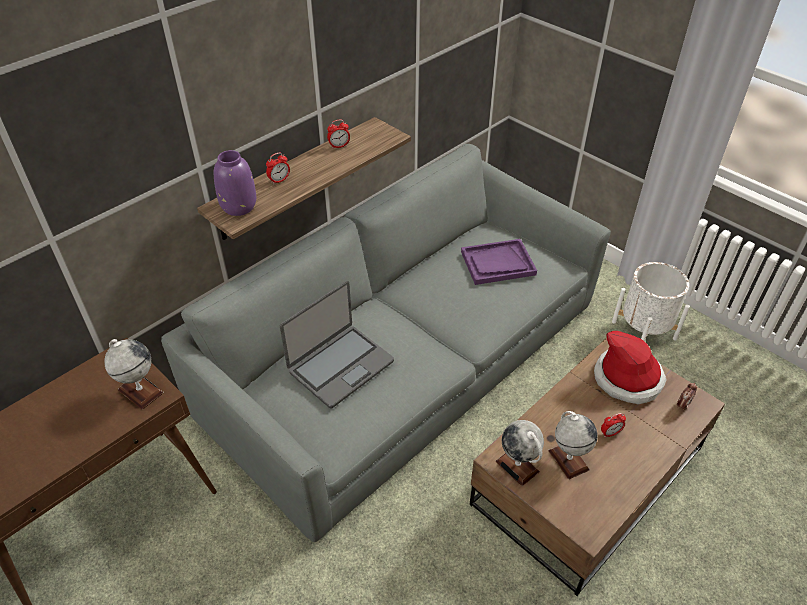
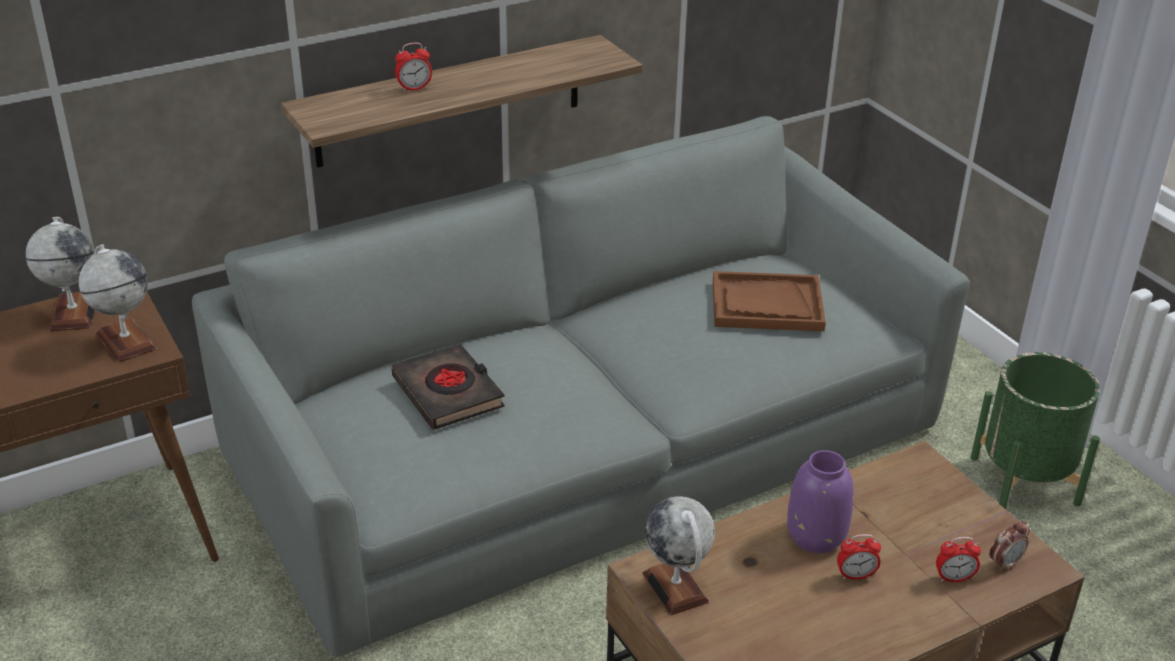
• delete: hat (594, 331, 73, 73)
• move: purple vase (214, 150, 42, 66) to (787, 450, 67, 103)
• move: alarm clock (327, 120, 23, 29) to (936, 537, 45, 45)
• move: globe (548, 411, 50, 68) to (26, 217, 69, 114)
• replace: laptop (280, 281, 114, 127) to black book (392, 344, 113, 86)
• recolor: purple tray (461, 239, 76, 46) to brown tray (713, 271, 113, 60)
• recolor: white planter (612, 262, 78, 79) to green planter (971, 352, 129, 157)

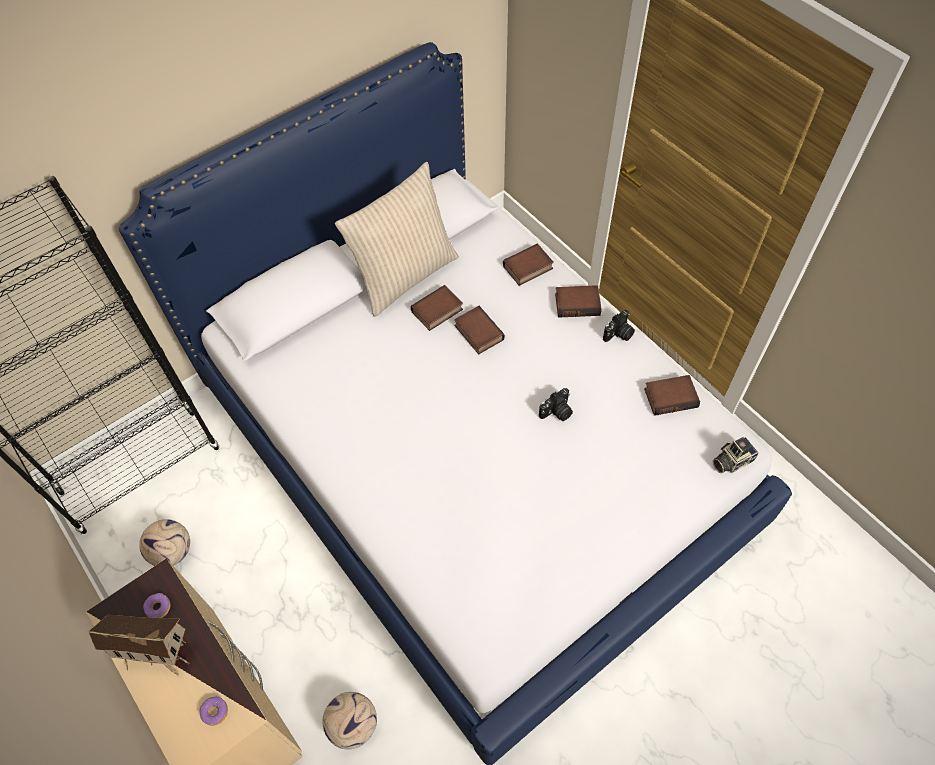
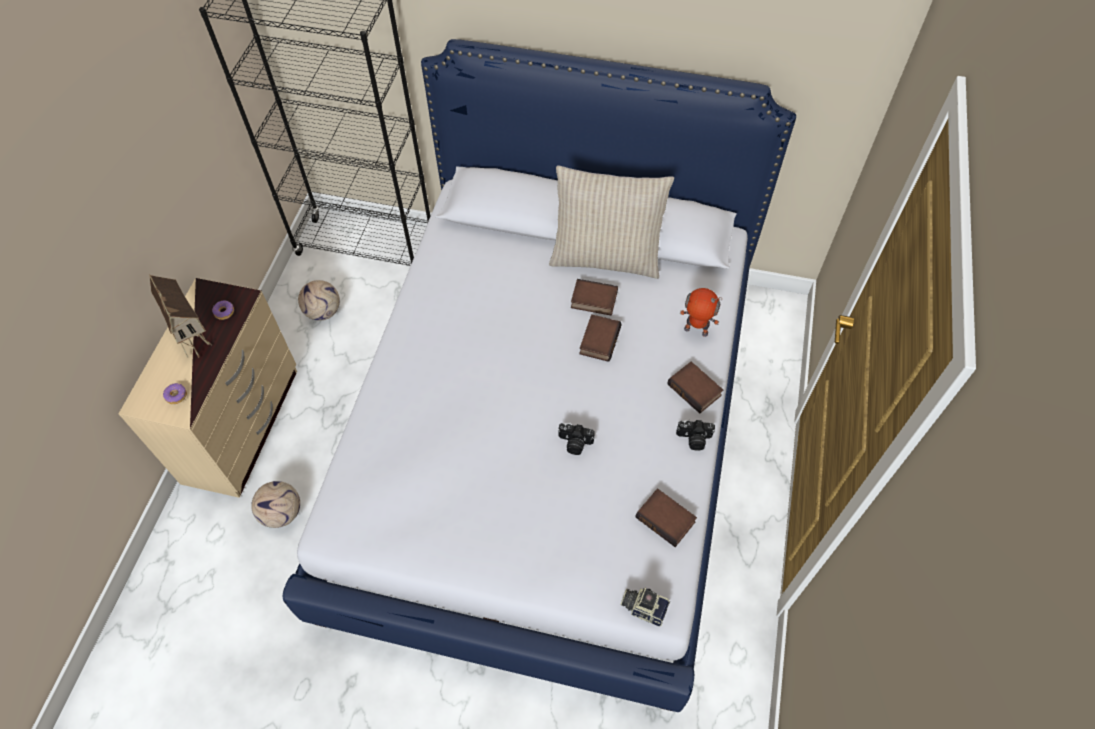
• replace: book (503, 244, 51, 42) to toy robot (680, 288, 42, 49)

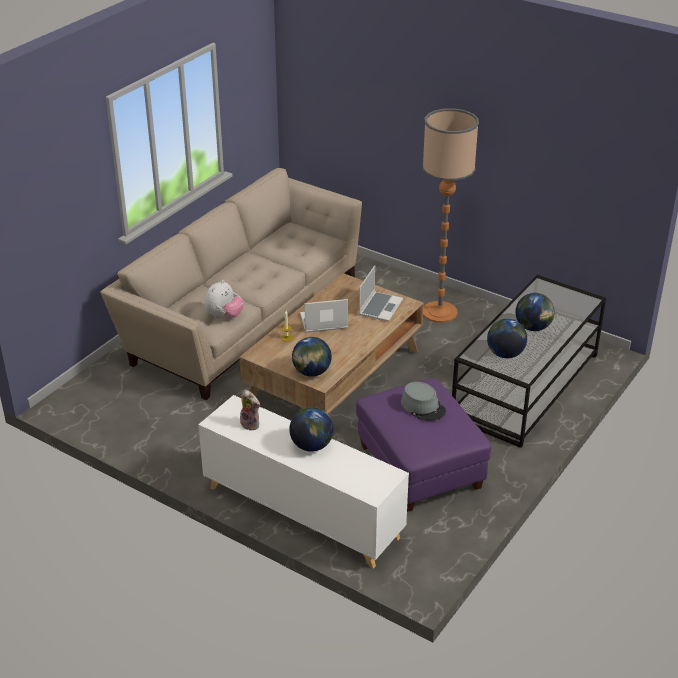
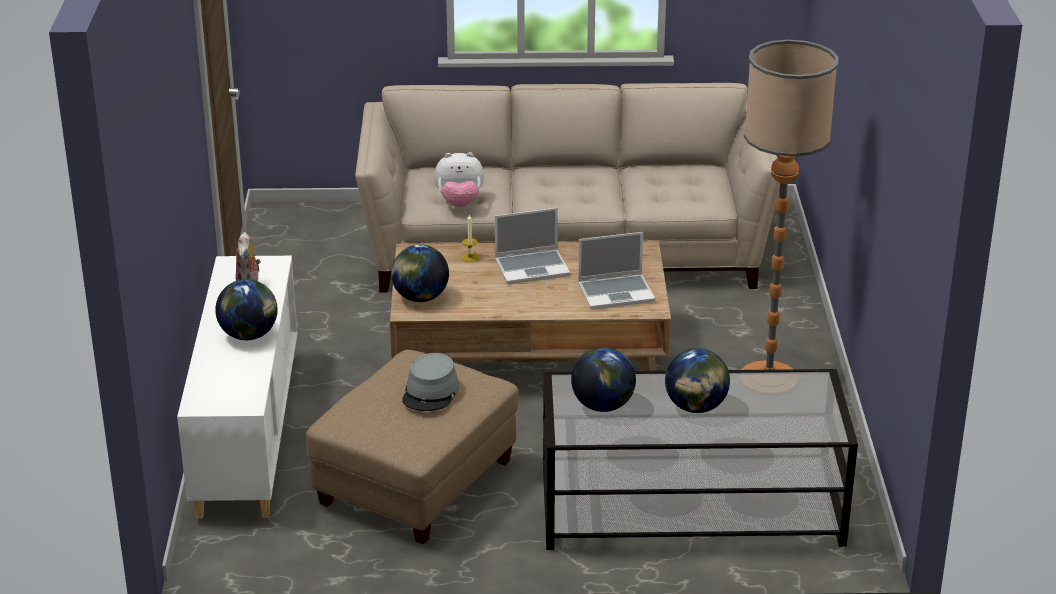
• recolor: purple ottoman (356, 378, 136, 134) to beige ottoman (306, 349, 213, 196)
• rotate: laptop (300, 299, 48, 33) = (495, 208, 75, 76) 120 degrees clockwise

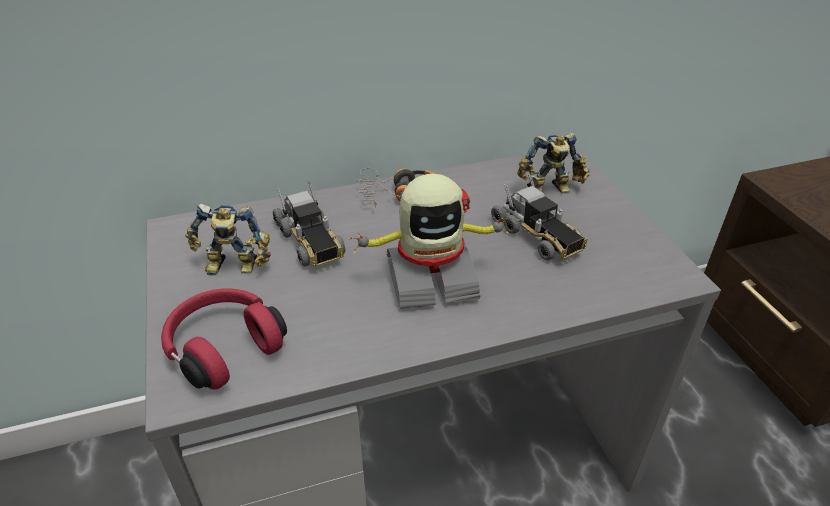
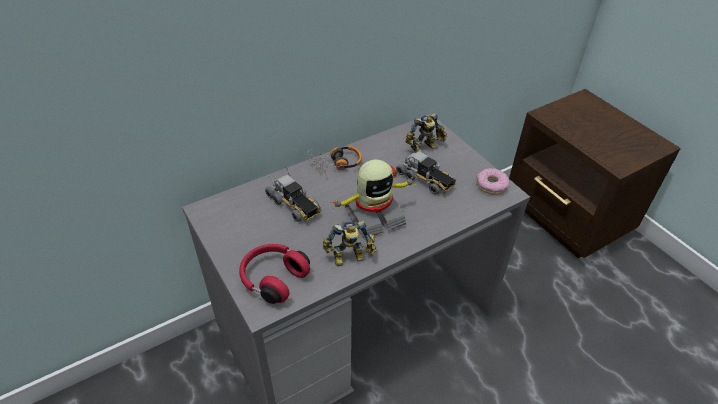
• insert: donut (476, 168, 33, 27)
• move: toy robot (185, 203, 86, 73) to (323, 220, 53, 47)

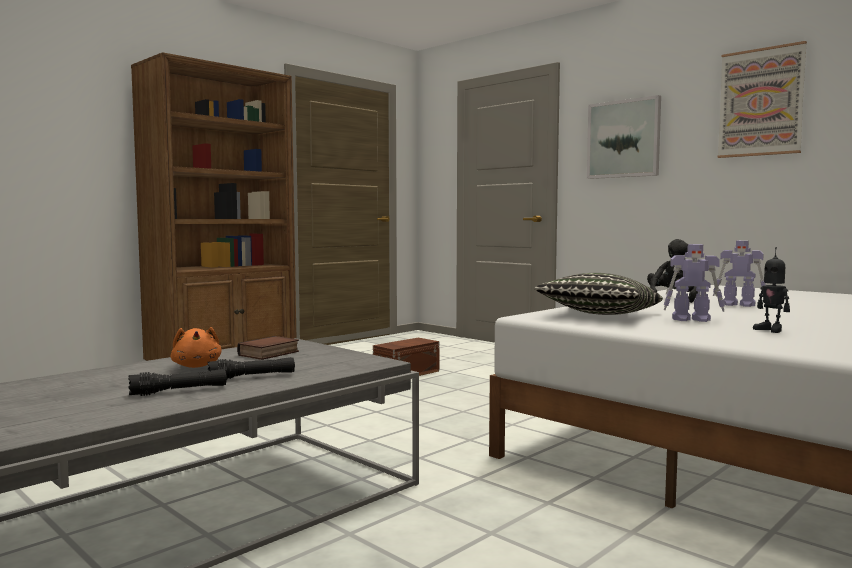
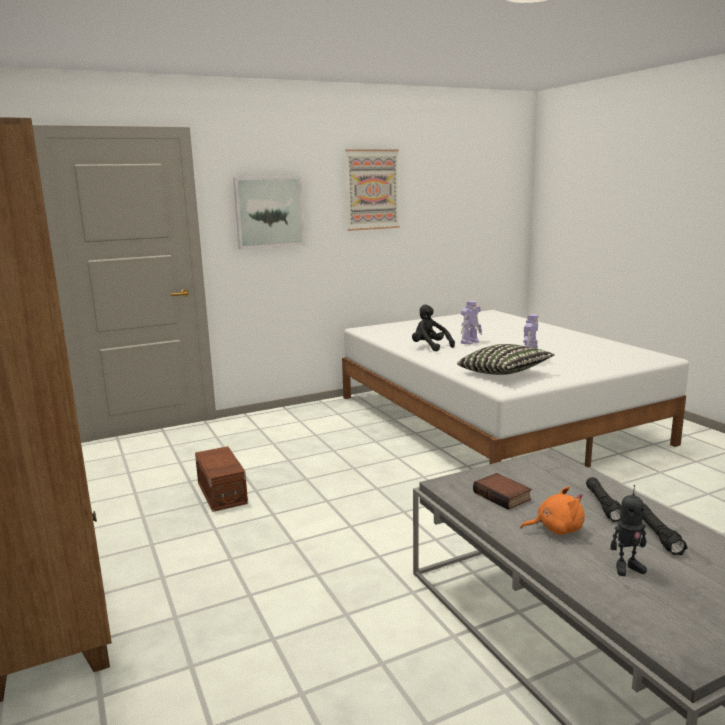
• move: toy robot (753, 247, 37, 86) to (610, 485, 37, 91)

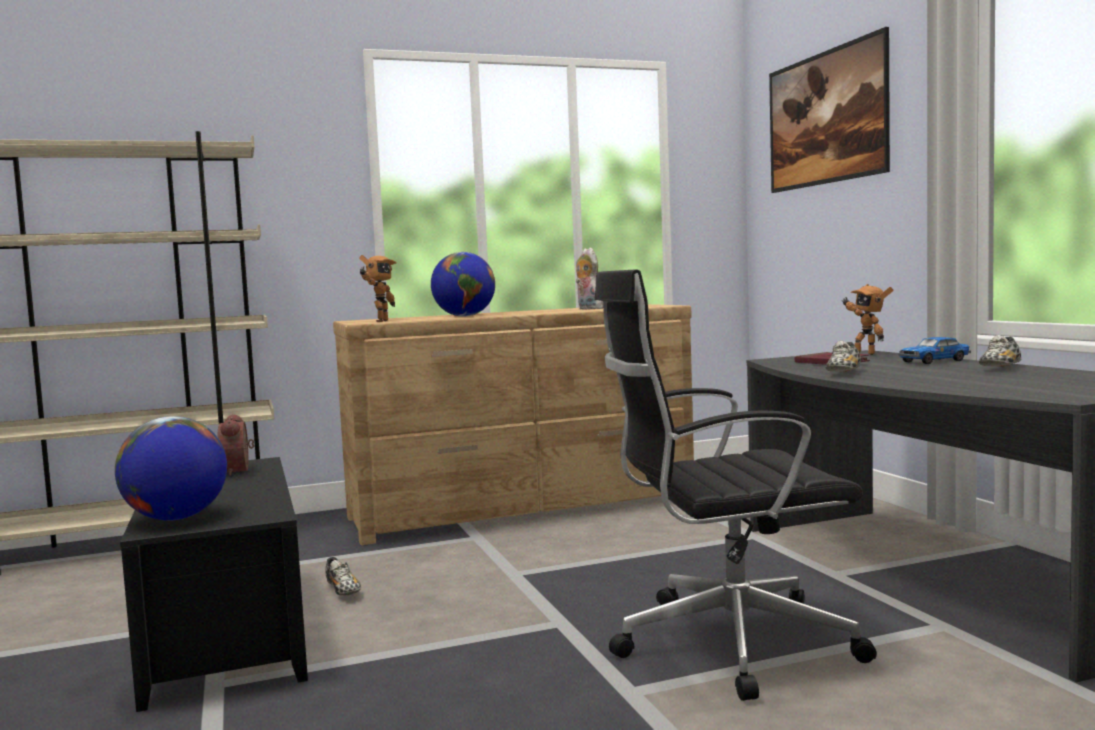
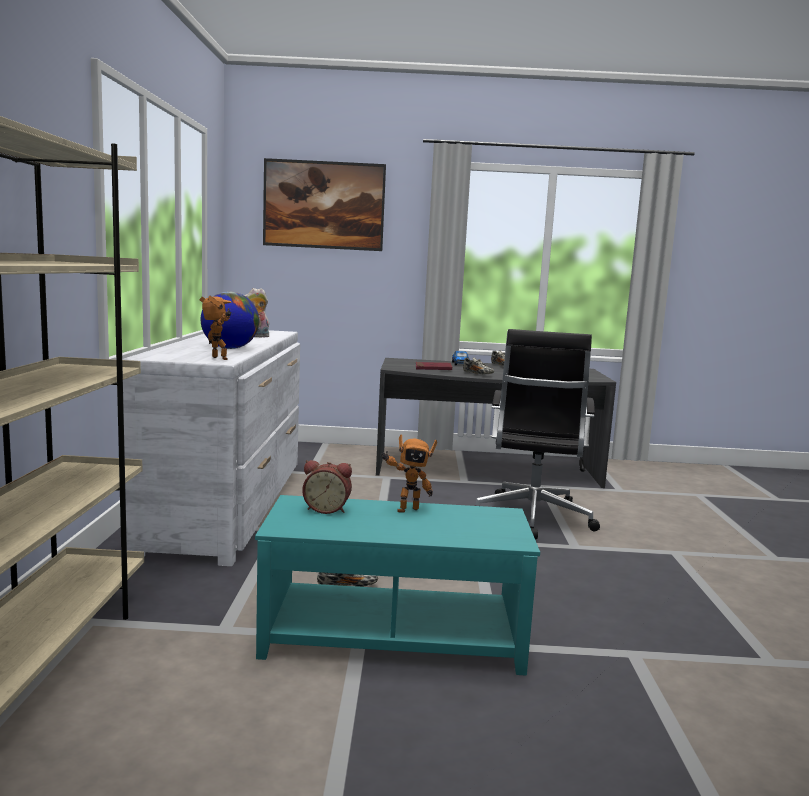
• delete: globe (115, 416, 112, 105)
• move: toy robot (842, 284, 51, 71) to (381, 435, 56, 77)
• recolor: black coffee table (120, 457, 188, 255) to turquoise coffee table (255, 495, 285, 181)
• recolor: brown dresser (333, 304, 361, 241) to white dresser (122, 330, 178, 236)

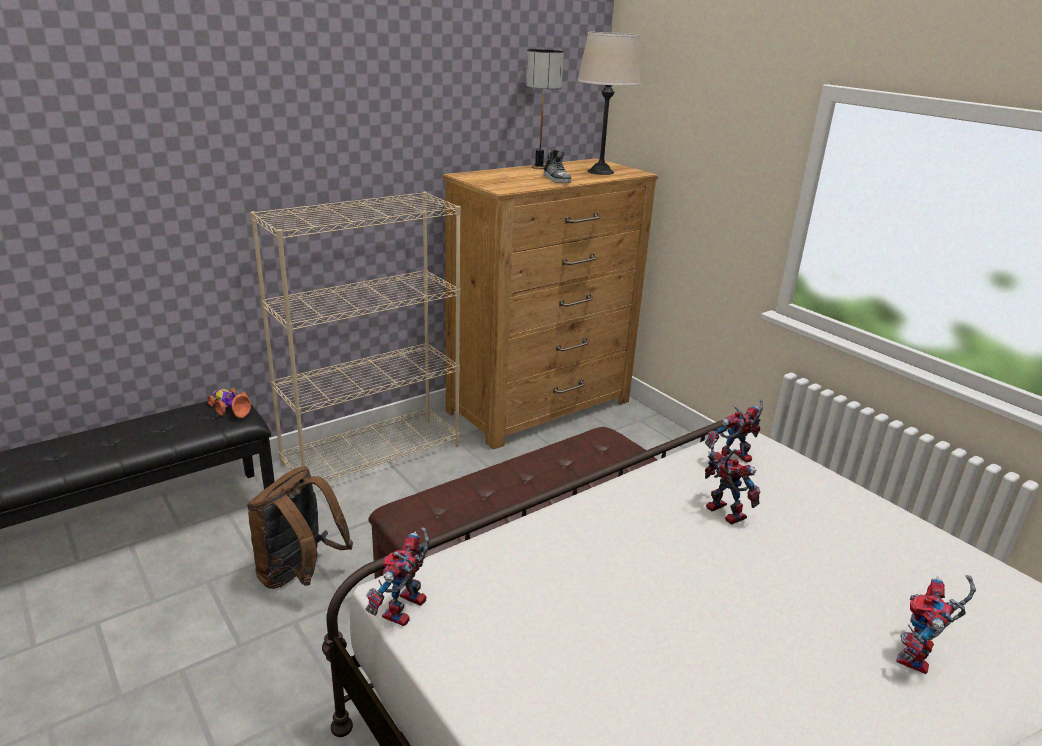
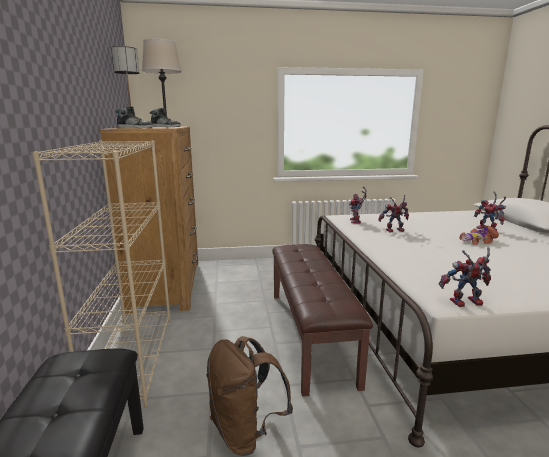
• insert: shoe (115, 106, 39, 22)
• move: toy car (207, 388, 44, 30) to (459, 226, 40, 19)
• rotate: toy robot (366, 527, 64, 99) = (439, 247, 52, 60) 120 degrees clockwise

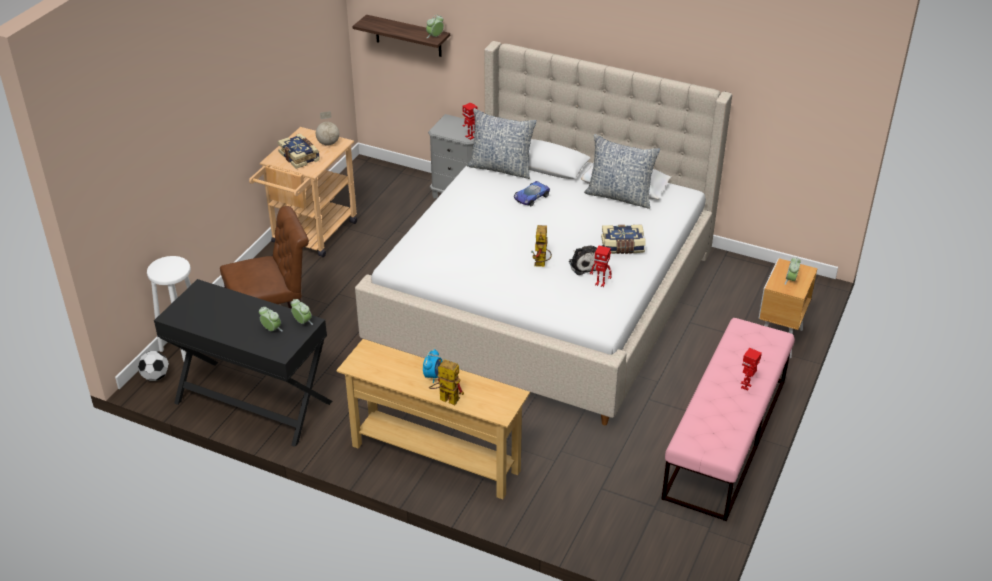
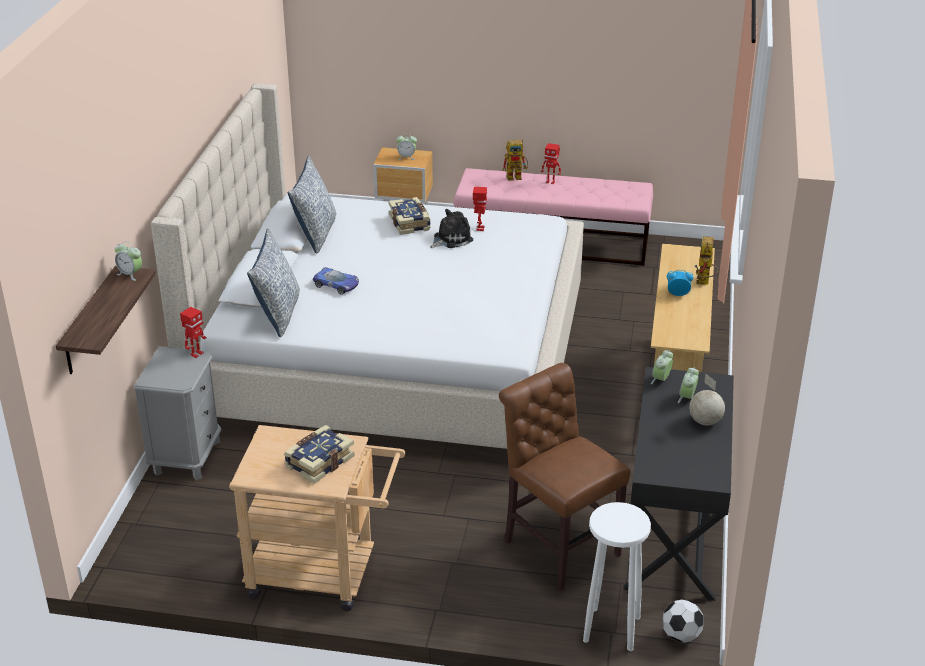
• move: globe (316, 111, 23, 35) to (689, 374, 36, 51)
• move: toy robot (532, 225, 20, 42) to (502, 139, 26, 42)

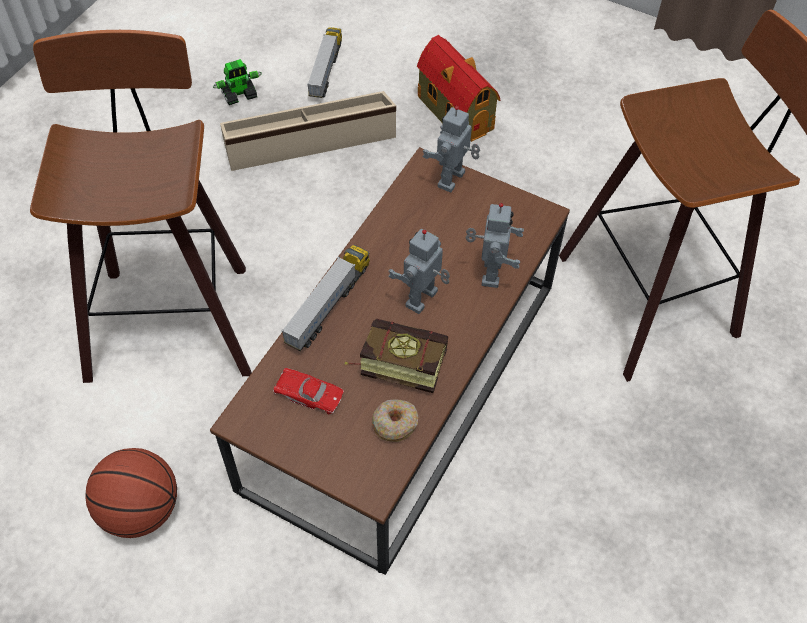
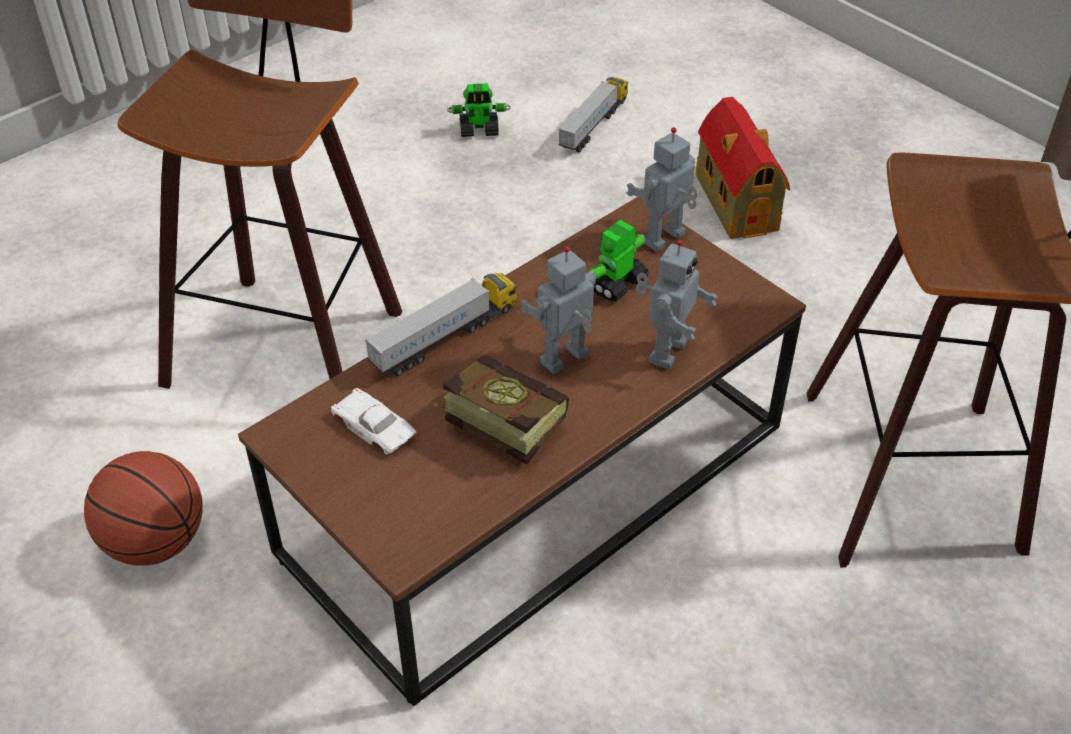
• delete: beige storage box (220, 91, 176, 80)
• delete: donut (372, 399, 47, 43)
• insert: toy robot (588, 220, 61, 82)
• recolor: red toy car (273, 368, 71, 46) to white toy car (331, 388, 86, 67)

